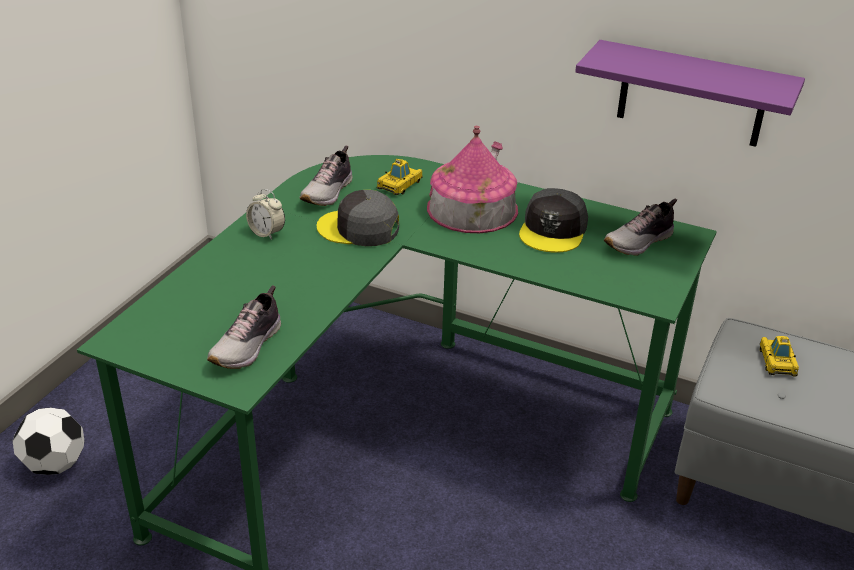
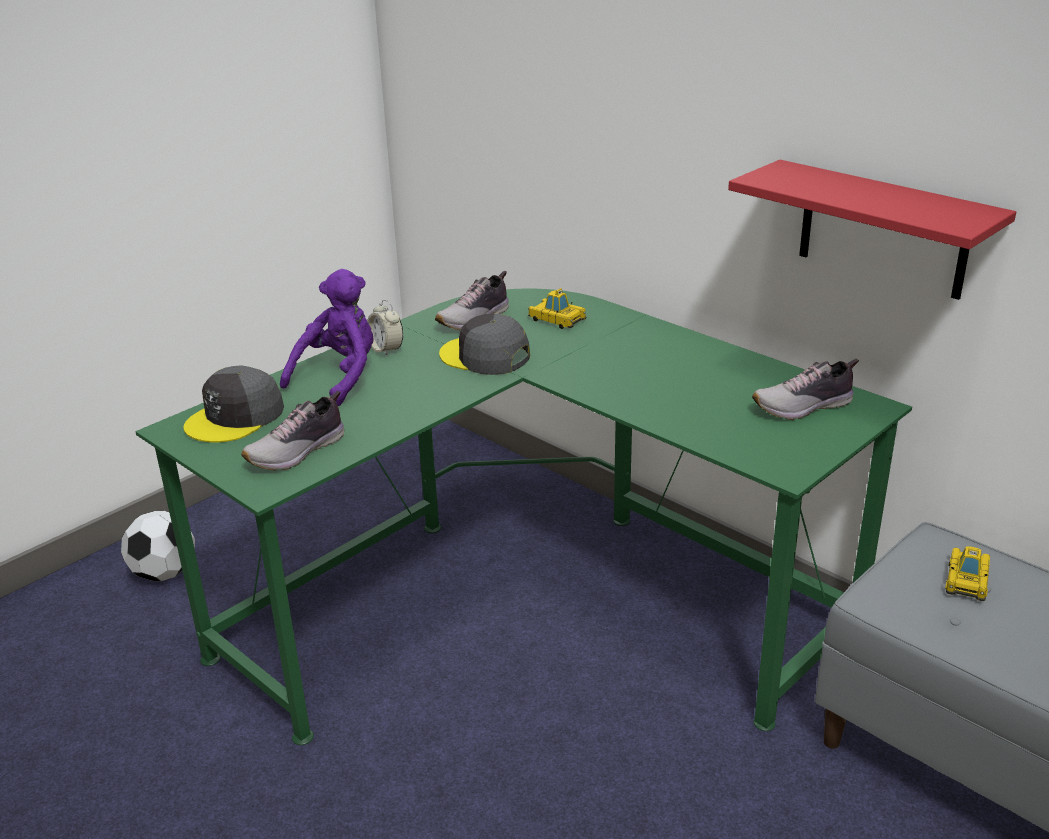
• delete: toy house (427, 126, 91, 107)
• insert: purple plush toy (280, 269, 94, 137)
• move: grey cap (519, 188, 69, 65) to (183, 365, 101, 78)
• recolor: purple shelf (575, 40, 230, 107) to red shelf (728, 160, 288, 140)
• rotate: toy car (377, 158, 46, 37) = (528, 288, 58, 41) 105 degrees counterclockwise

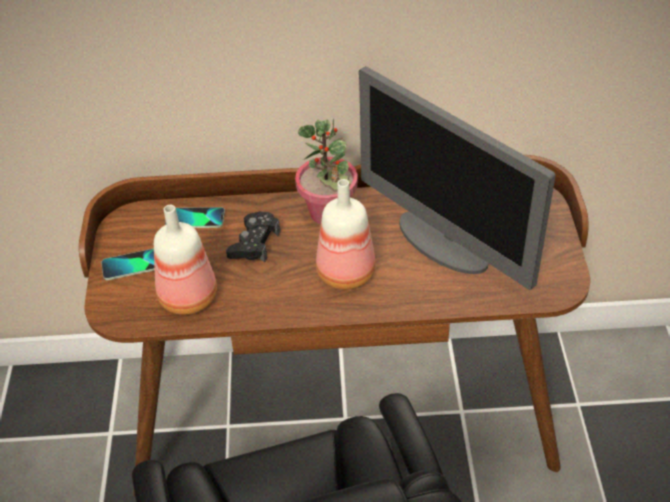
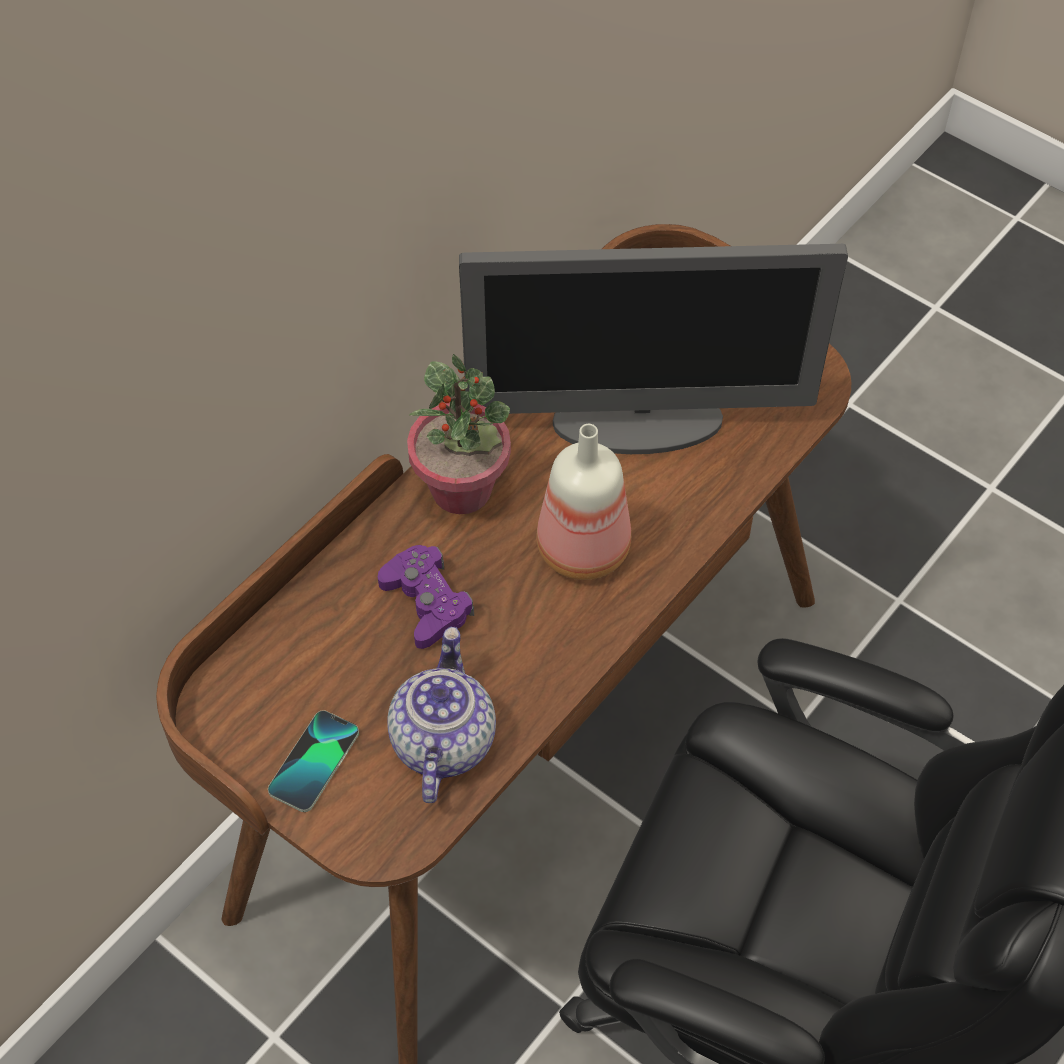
• delete: phone (165, 207, 60, 21)
• replace: bottle (154, 205, 63, 110) to teapot (387, 627, 109, 176)
• recolor: black game controller (226, 211, 55, 51) to purple game controller (378, 545, 96, 104)

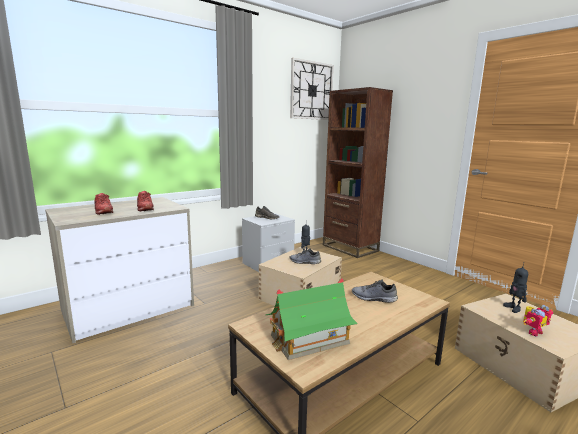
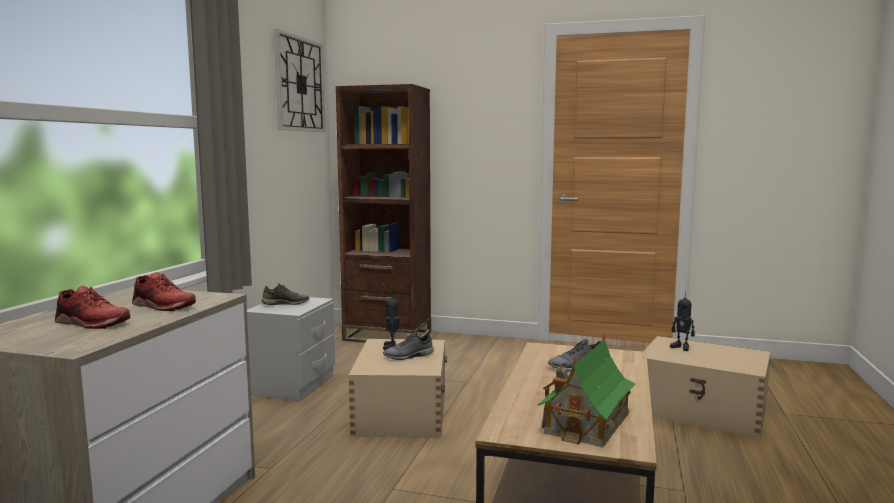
• delete: toy robot (523, 305, 30, 32)

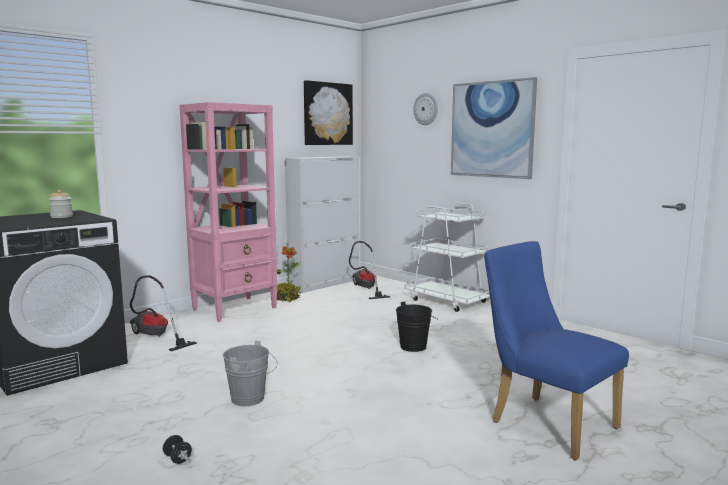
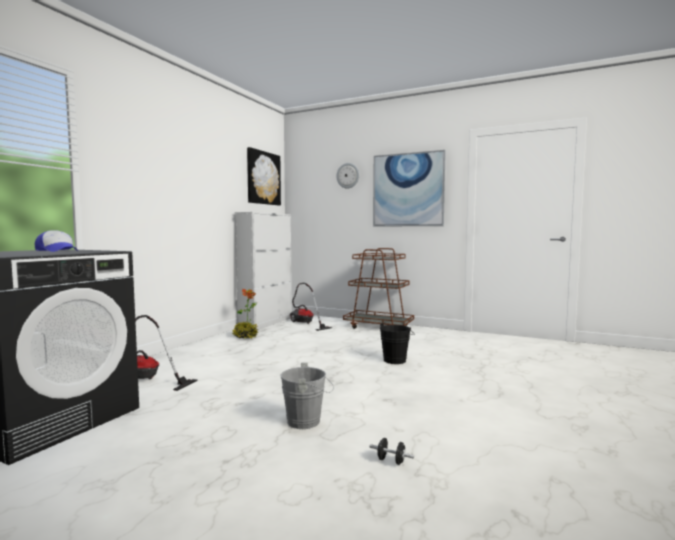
• delete: pink bookcase (180, 102, 98, 220)
• delete: blue chair (484, 241, 145, 219)
• move: black dumbbell (163, 435, 29, 29) to (369, 438, 45, 27)
• replace: jar (49, 190, 24, 28) to cap (35, 230, 43, 22)
• recolor: white cart (404, 203, 86, 109) to brown cart (343, 248, 71, 81)

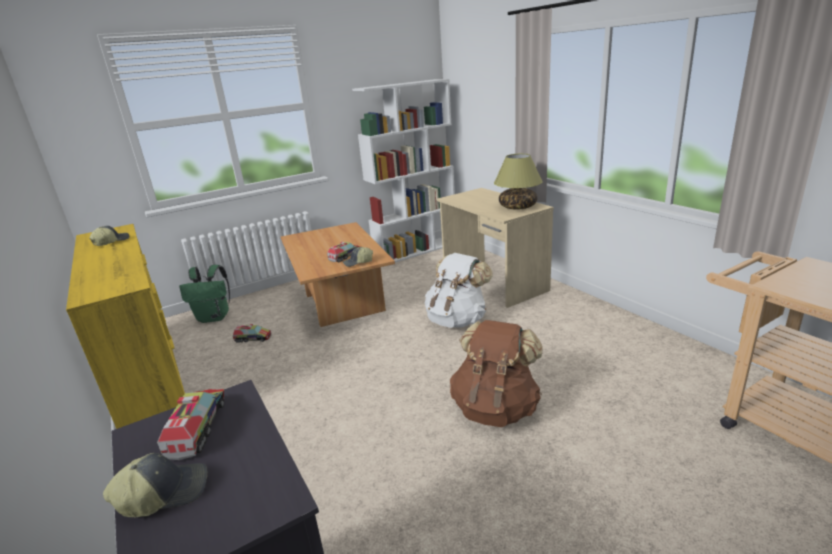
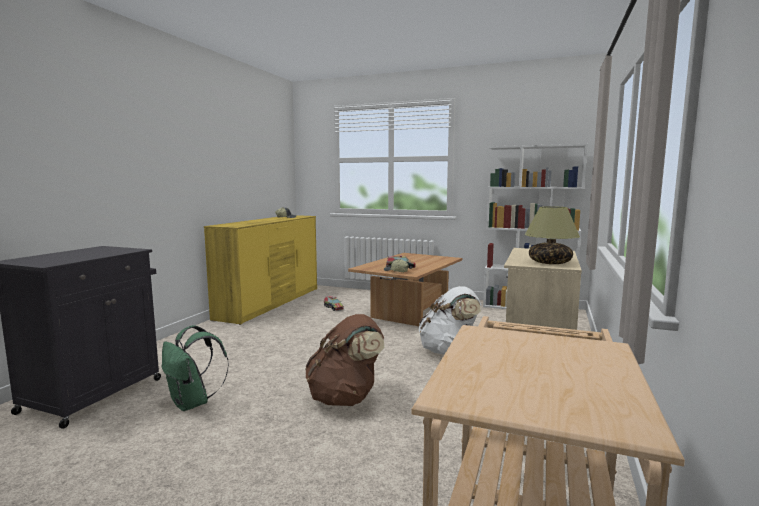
• delete: cap (103, 453, 104, 64)
• delete: toy truck (157, 389, 68, 71)
• move: green backpack (179, 265, 51, 58) to (162, 325, 67, 86)

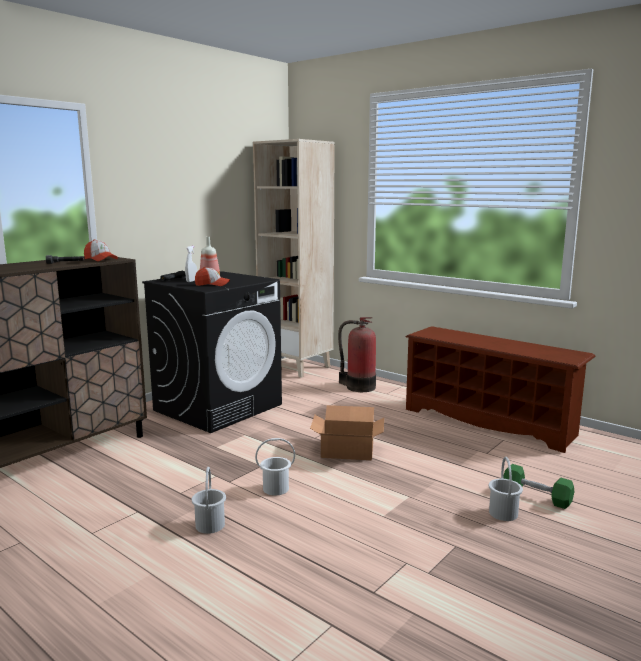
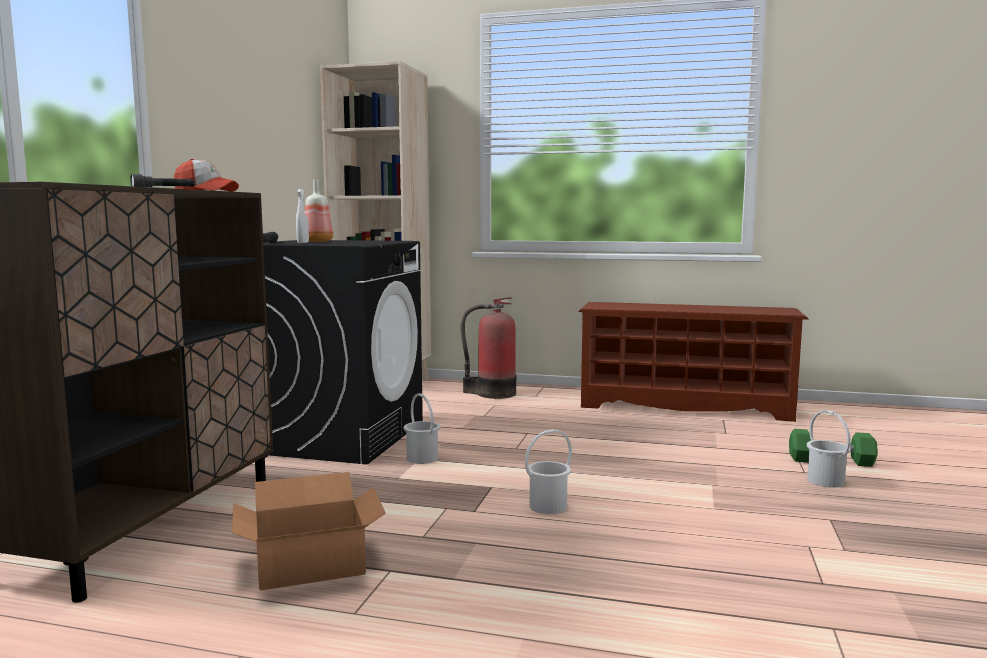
• delete: cap (195, 267, 35, 19)
• move: white bucket (192, 467, 34, 67) to (404, 393, 36, 71)
• move: cardboard box (310, 405, 74, 55) to (232, 472, 154, 119)

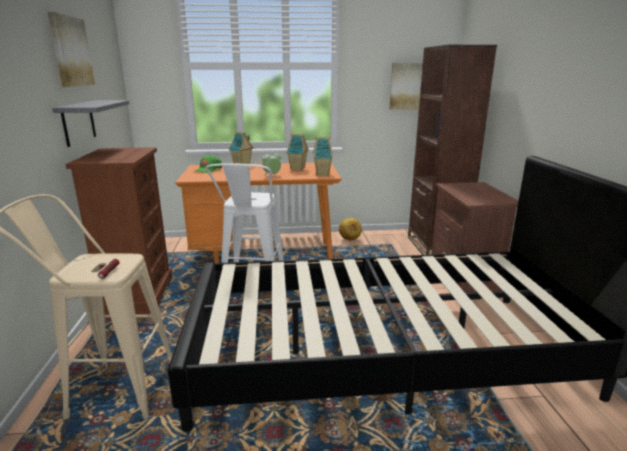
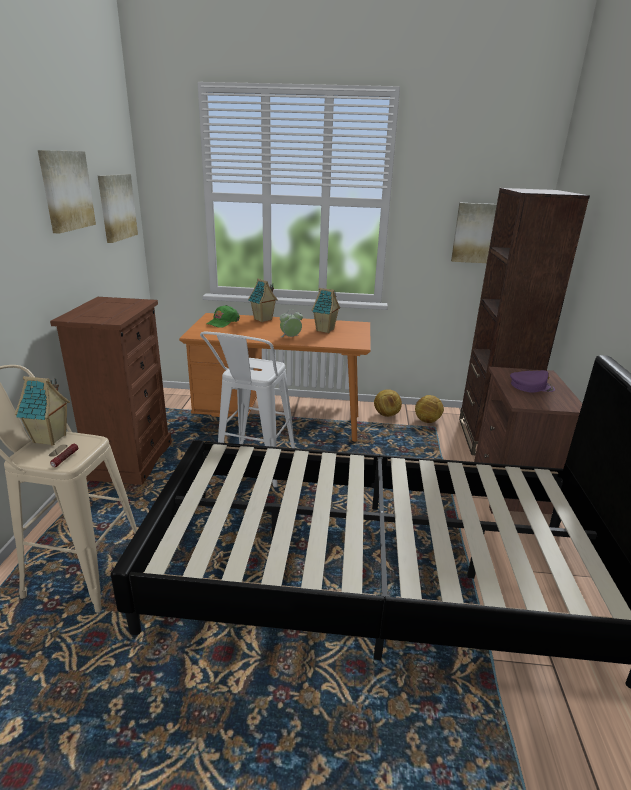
• delete: grey shelf (52, 100, 78, 47)
• insert: picture (98, 174, 40, 69)
• insert: football (415, 395, 29, 28)
• insert: purple cap (510, 370, 45, 23)
• move: toy house (313, 137, 20, 39) to (15, 376, 55, 70)

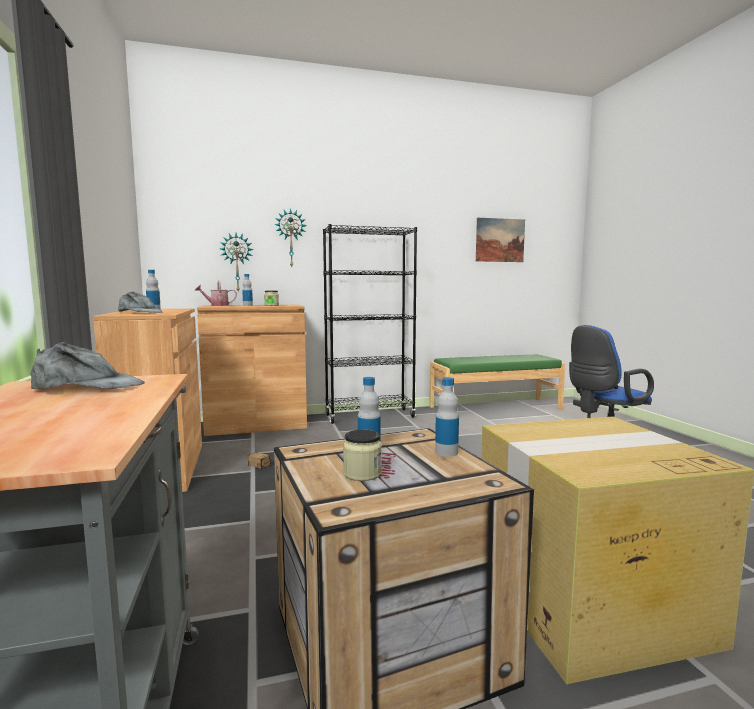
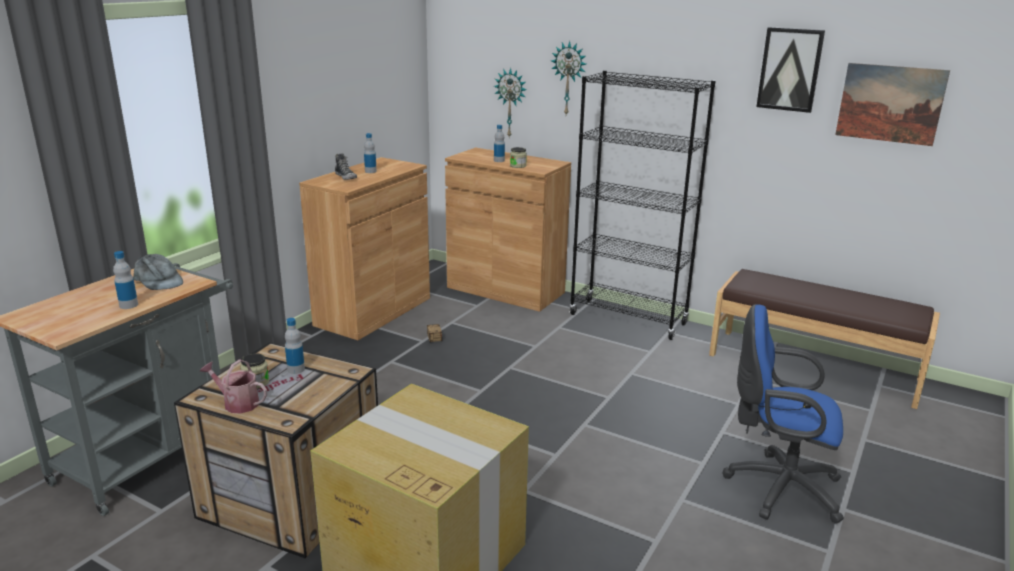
• insert: picture (756, 27, 69, 86)
• move: watering can (194, 280, 43, 26) to (200, 359, 67, 54)
• move: bottle (435, 377, 24, 80) to (113, 251, 25, 58)
• replace: grey cap (118, 292, 45, 21) to shoe (335, 153, 22, 27)
• recolor: green bench (429, 355, 136, 54) to brown bench (709, 269, 231, 140)

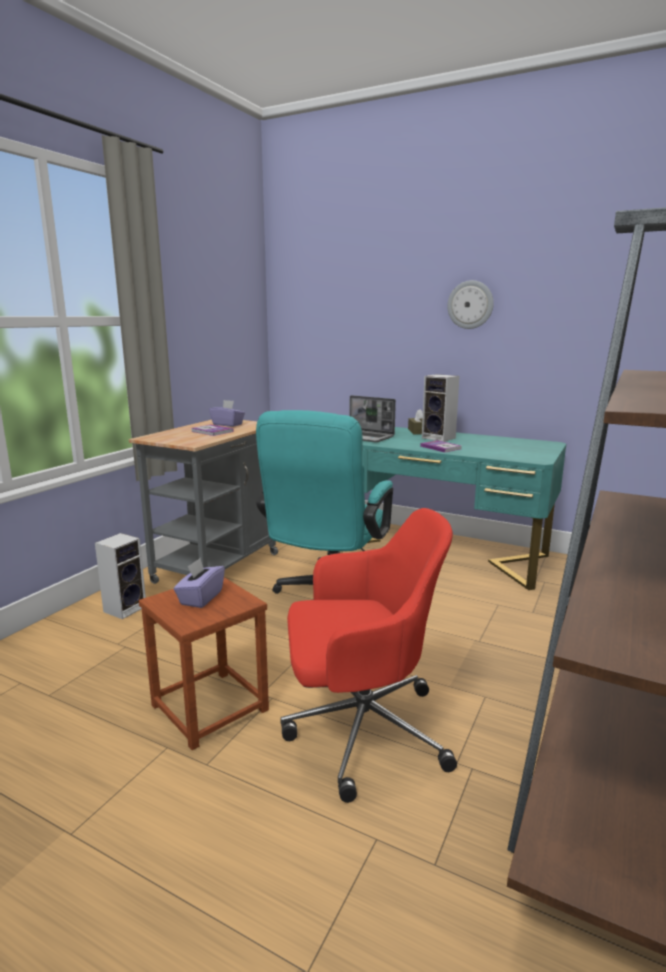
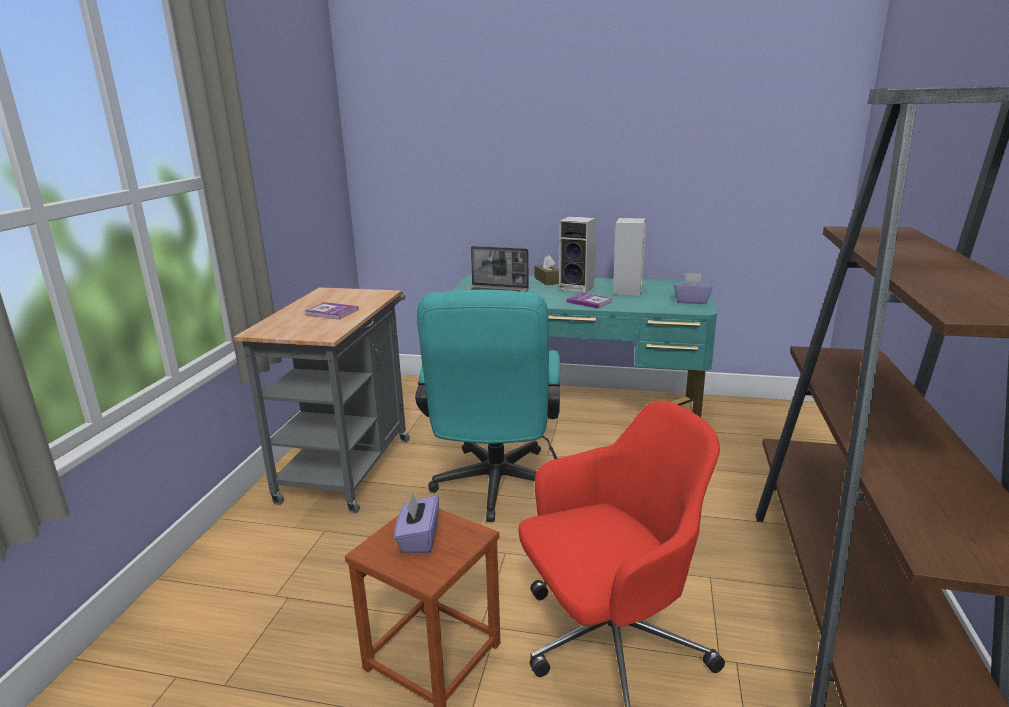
• delete: wall clock (447, 280, 47, 49)
• move: speaker (95, 533, 51, 86) to (613, 218, 33, 78)
• move: purple tissue box (209, 400, 36, 27) to (674, 273, 38, 31)

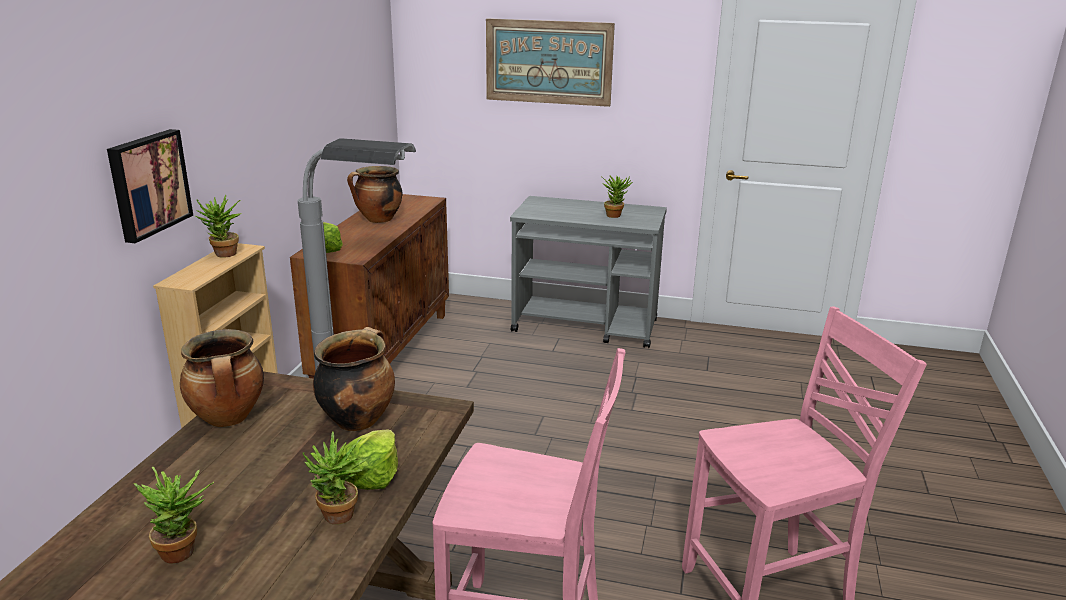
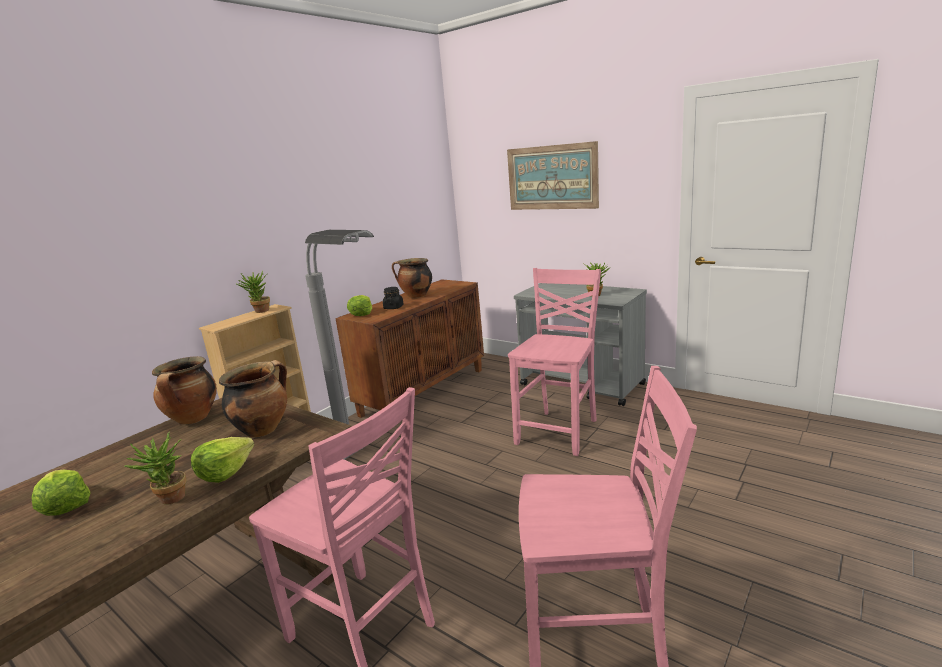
• delete: picture (107, 129, 86, 114)
• insert: black jar (383, 287, 21, 22)
• insert: pink chair (508, 268, 93, 188)
• replace: potted plant (133, 466, 81, 98) to lettuce (31, 470, 59, 46)

